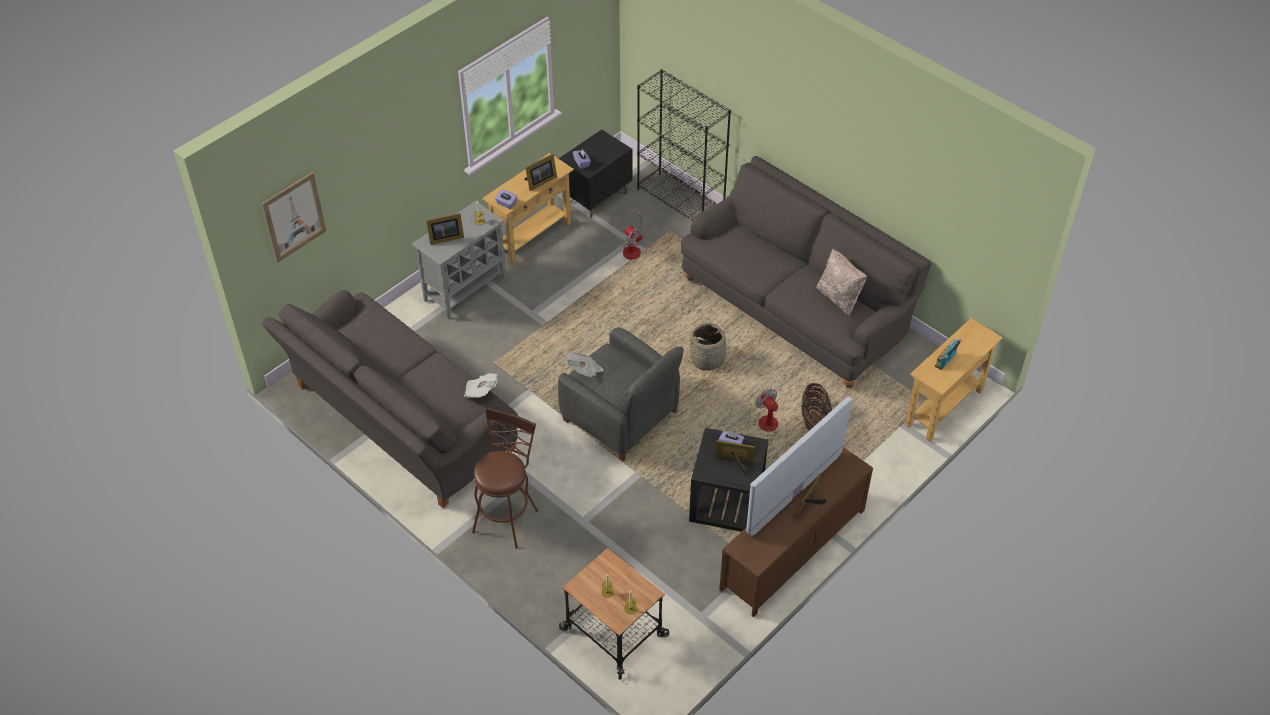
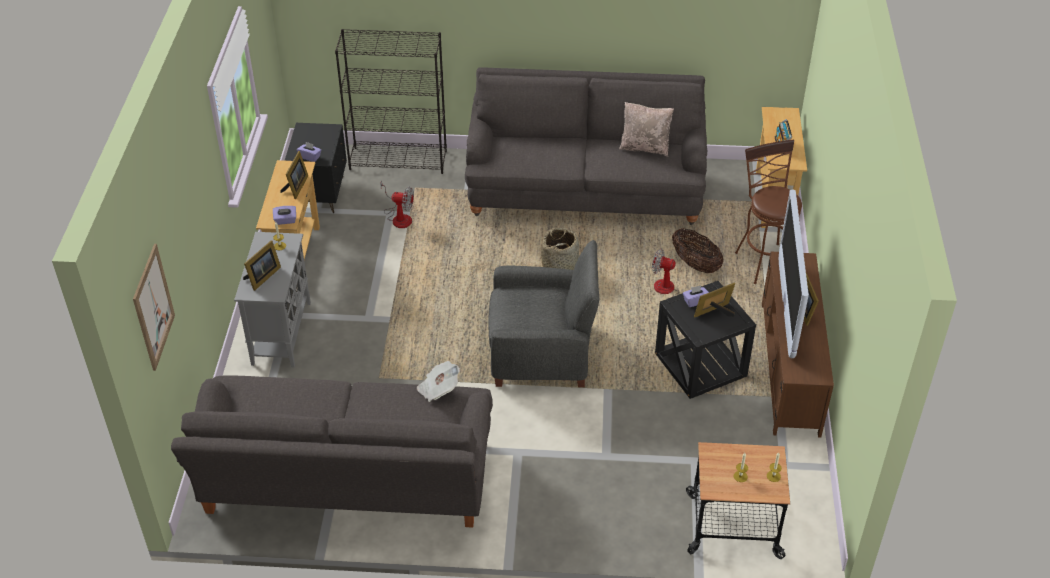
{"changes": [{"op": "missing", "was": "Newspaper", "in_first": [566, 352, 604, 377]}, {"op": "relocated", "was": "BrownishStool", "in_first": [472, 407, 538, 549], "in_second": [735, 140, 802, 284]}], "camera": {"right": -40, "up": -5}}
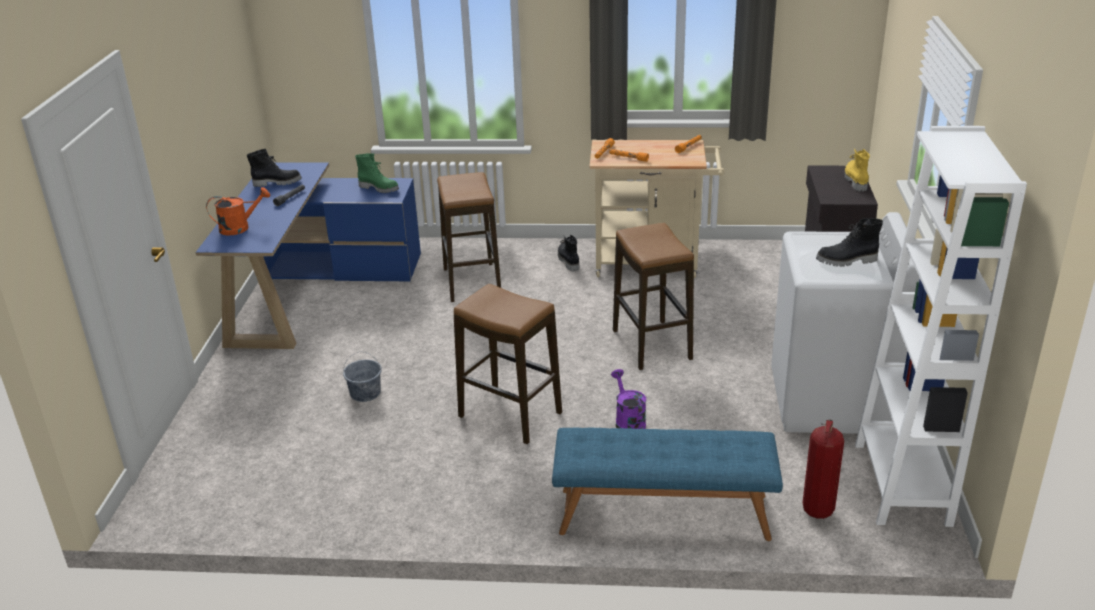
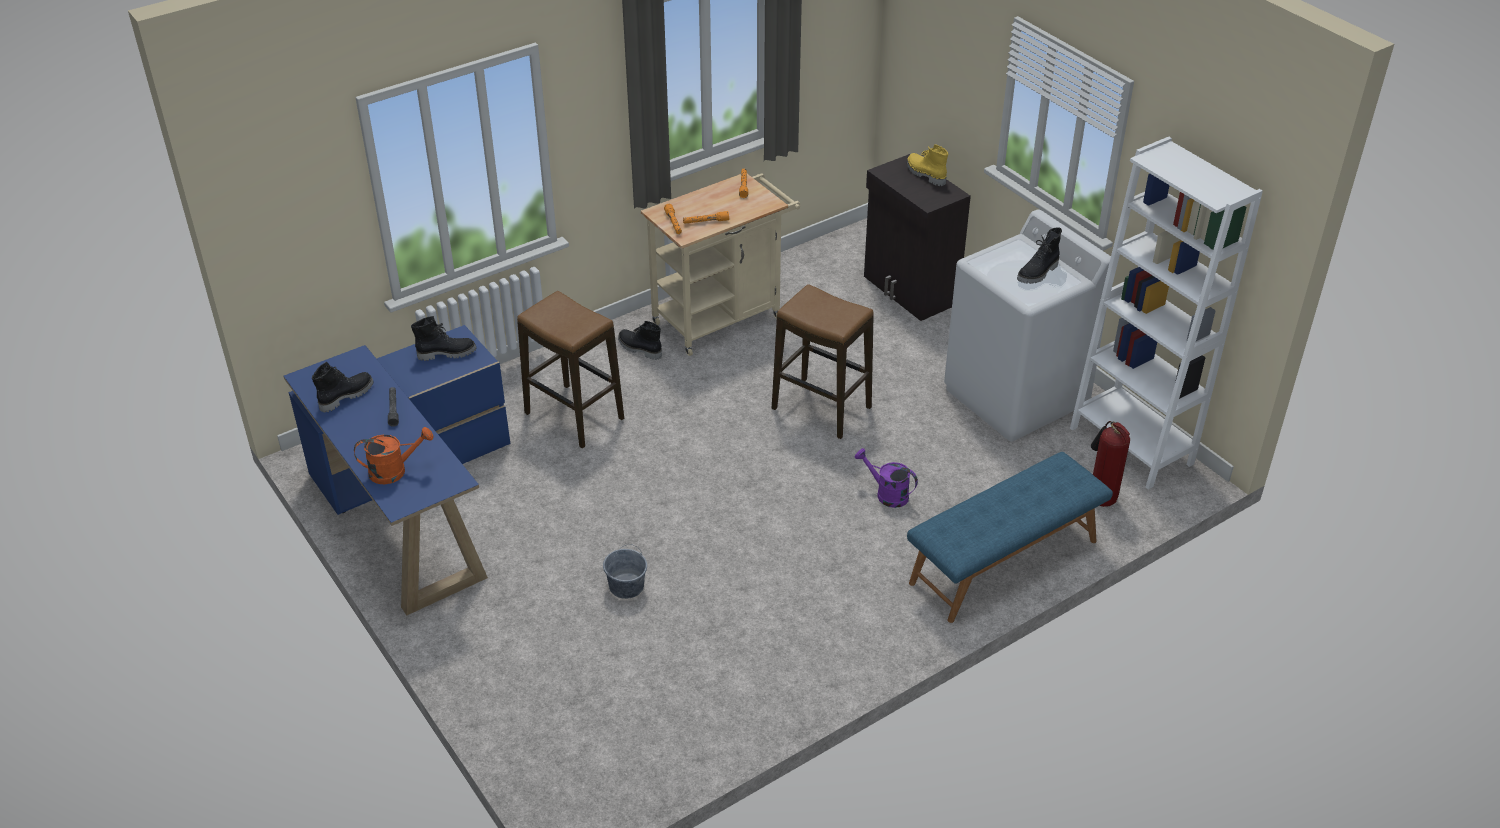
{"changes": [{"op": "missing", "was": "Stool", "in_first": [454, 284, 562, 444]}, {"op": "colour", "was": "GreenColouredBoot", "now": "BlackBoot", "in_first": [355, 153, 399, 193], "in_second": [411, 316, 477, 361]}, {"op": "spun", "was": "OrangeWateringCan", "in_first": [206, 187, 270, 235], "in_second": [354, 427, 433, 484], "clockwise": 45}], "camera": {"right": -40, "up": 10}}
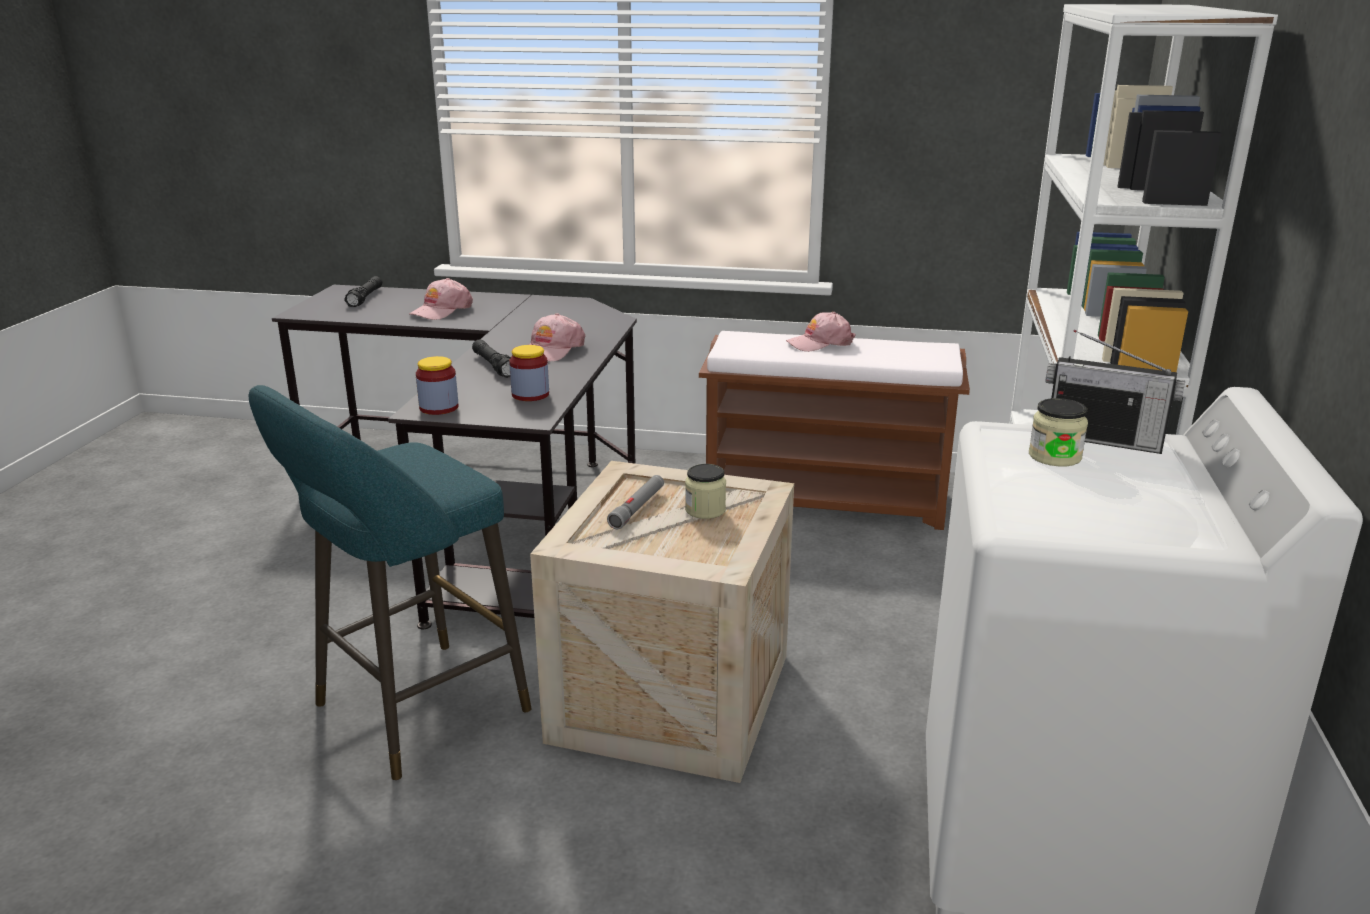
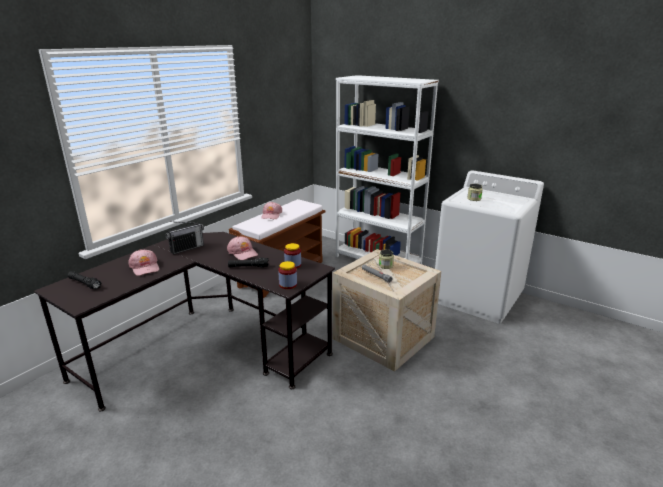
{"changes": [{"op": "missing", "was": "BlueGreenStool", "in_first": [248, 385, 532, 780]}, {"op": "relocated", "was": "Radio", "in_first": [1046, 330, 1185, 454], "in_second": [166, 221, 204, 254]}], "camera": {"right": -65, "up": 0}}
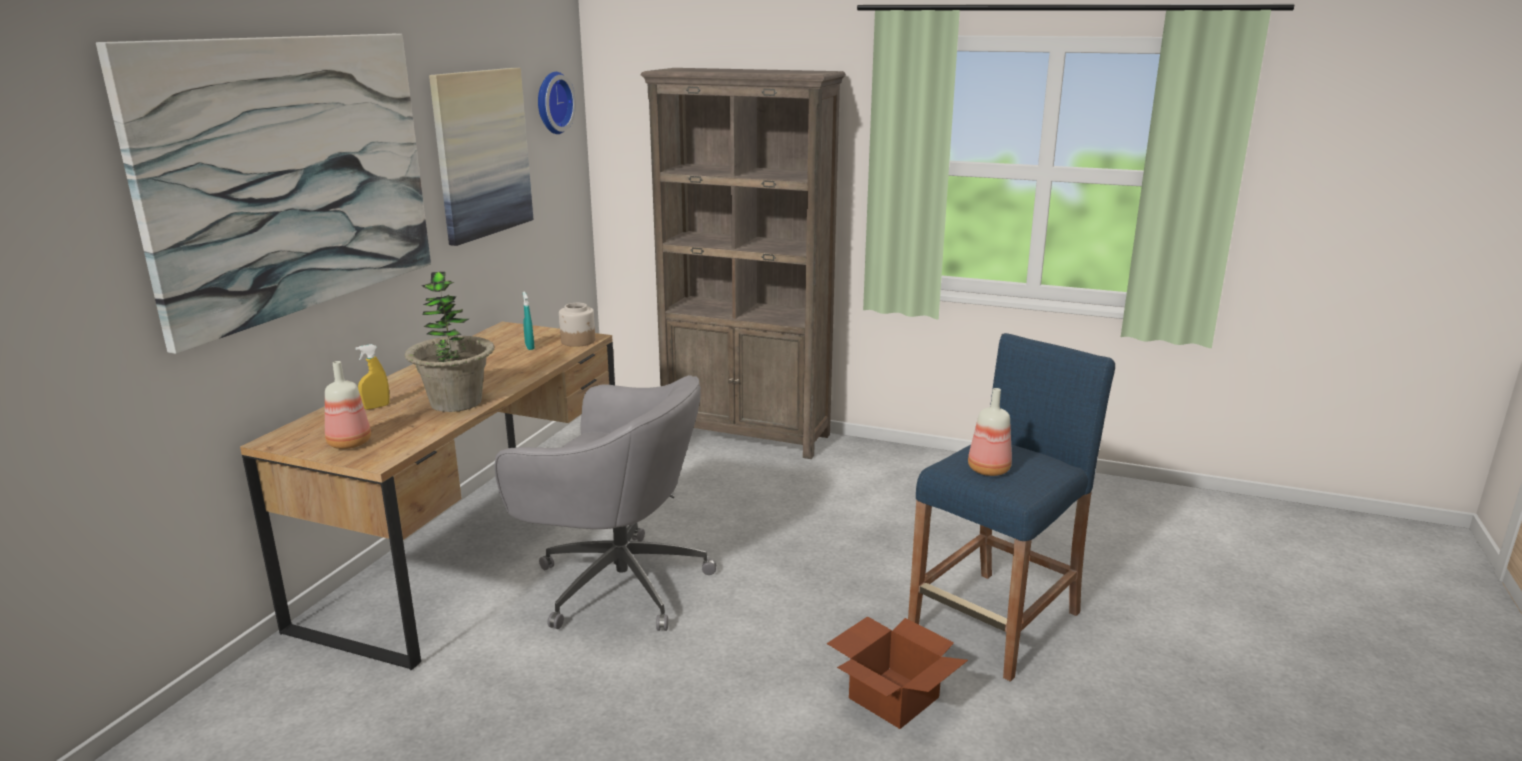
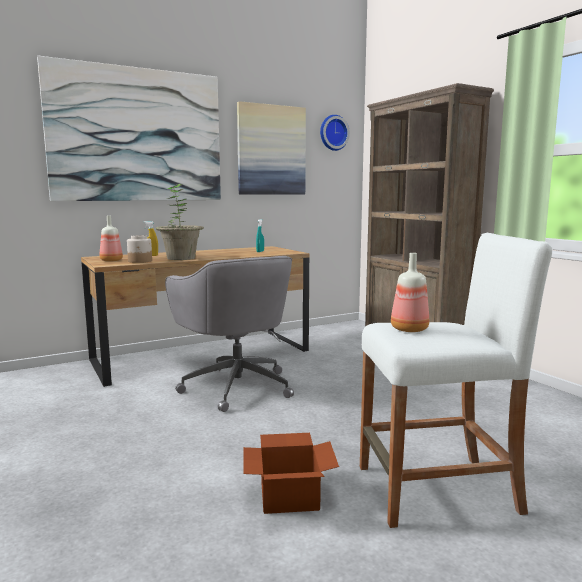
{"changes": [{"op": "relocated", "was": "StorageJar", "in_first": [559, 303, 595, 347], "in_second": [127, 235, 152, 263]}, {"op": "colour", "was": "BluishStool", "now": "WhitishStool", "in_first": [908, 333, 1115, 682], "in_second": [360, 233, 552, 528]}], "camera": {"right": 40, "up": -10}}
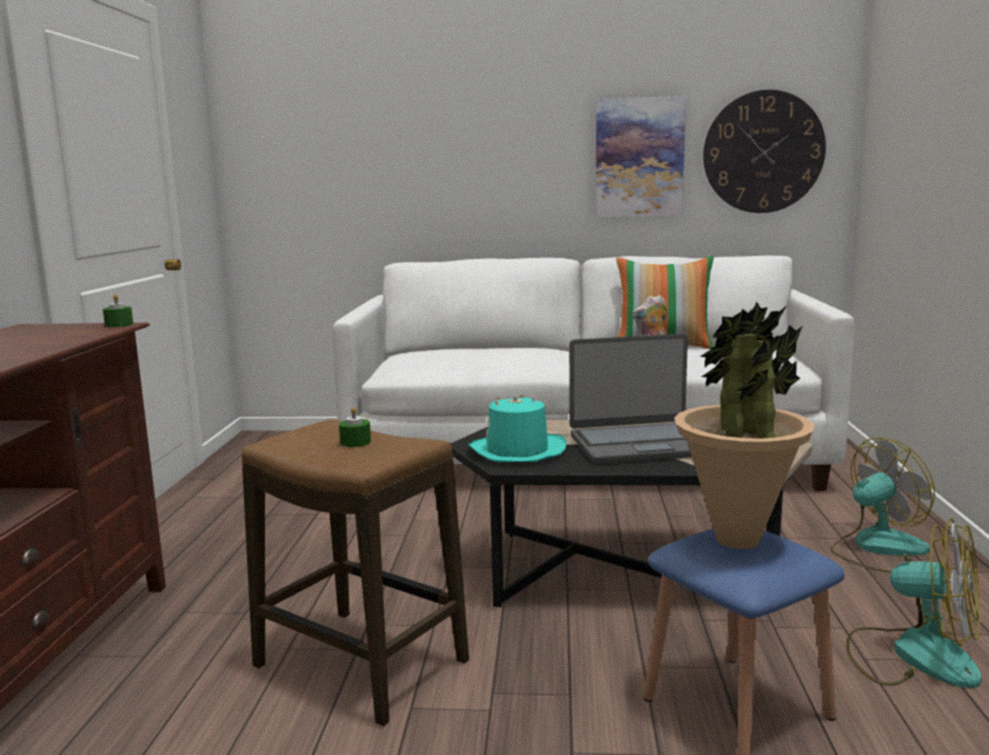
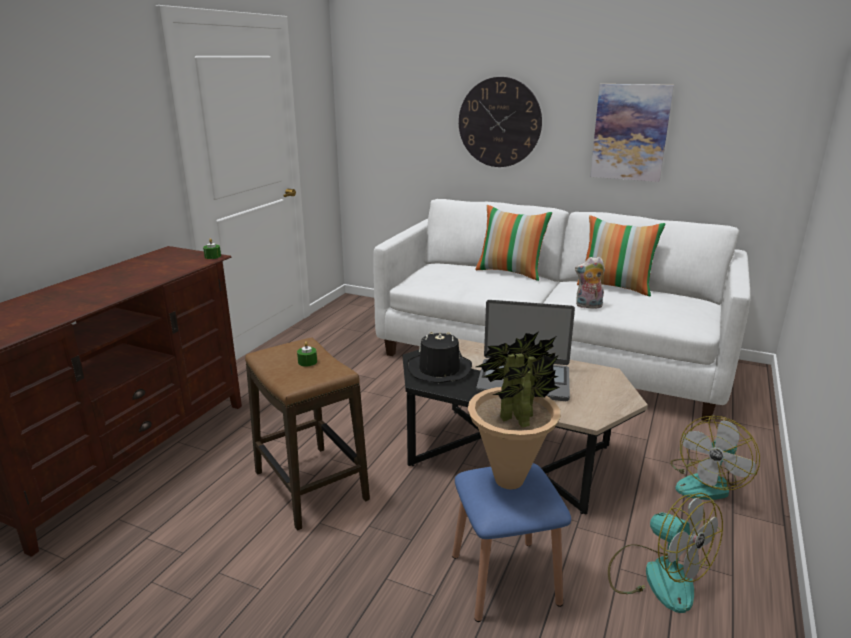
{"changes": [{"op": "appeared", "now": "ThrowPillow", "in_second": [475, 205, 552, 281]}, {"op": "relocated", "was": "HangingClock", "in_first": [703, 90, 826, 213], "in_second": [459, 77, 542, 167]}, {"op": "colour", "was": "BlueGreenClothingHat", "now": "BlackClothingHat", "in_first": [468, 392, 566, 462], "in_second": [407, 332, 472, 383]}, {"op": "spun", "was": "CoolingFan", "in_first": [830, 438, 935, 573], "in_second": [670, 416, 760, 500], "clockwise": 135}], "camera": {"right": 20, "up": 10}}
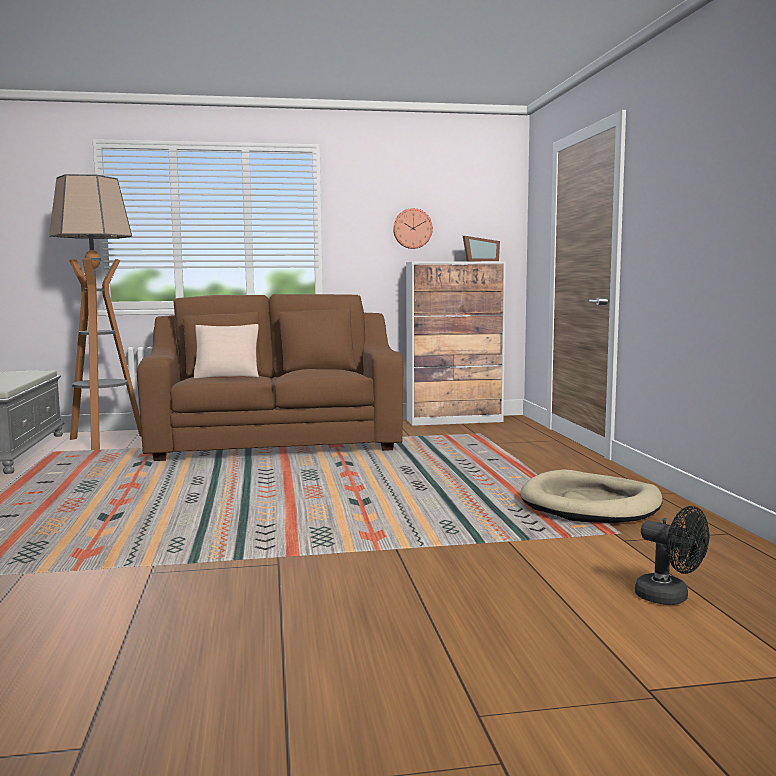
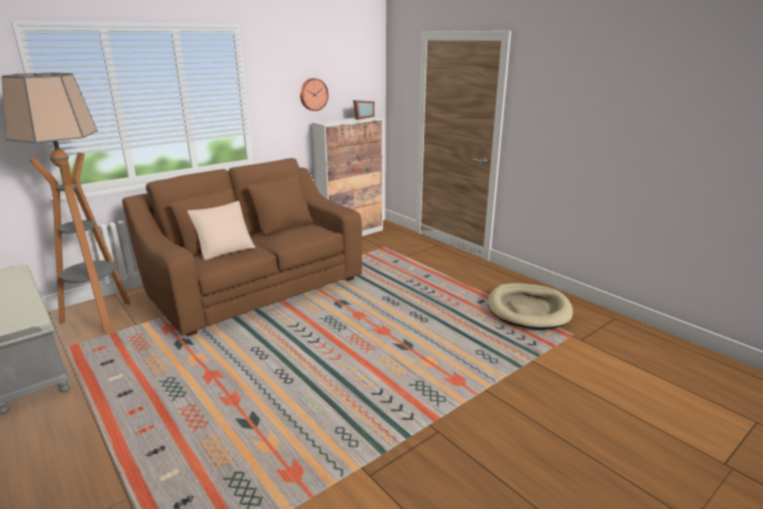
{"changes": [{"op": "missing", "was": "BlackCoolingFan", "in_first": [635, 506, 709, 605]}], "camera": {"right": -30, "up": 15}}
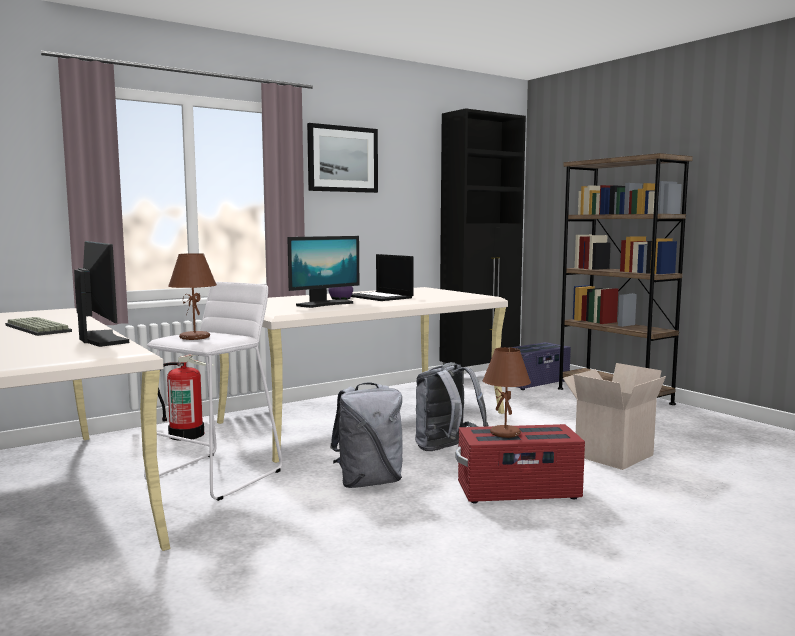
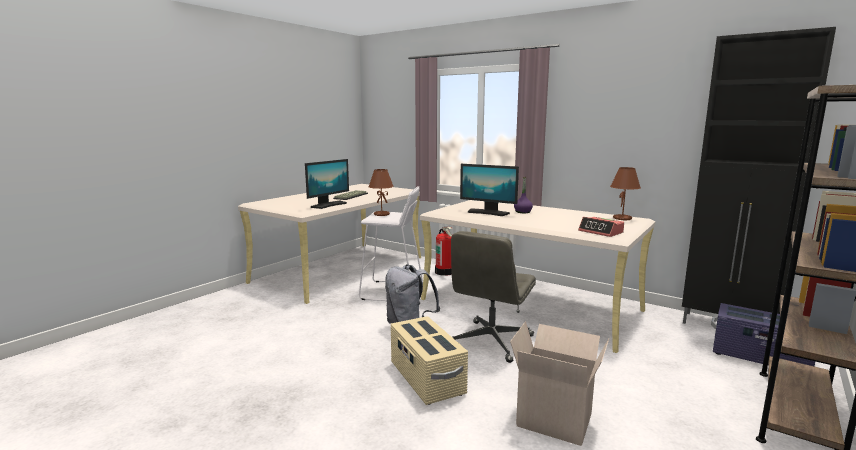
{"changes": [{"op": "missing", "was": "WallPicture", "in_first": [307, 123, 378, 193]}, {"op": "missing", "was": "NotebookComputer", "in_first": [351, 254, 414, 301]}, {"op": "appeared", "now": "BedsideClock", "in_second": [578, 217, 624, 237]}, {"op": "relocated", "was": "BrownishLampForATable", "in_first": [483, 347, 531, 438], "in_second": [610, 167, 641, 220]}, {"op": "exchanged", "was": "GreyishBackpack", "now": "GreyishComputerChair", "in_first": [415, 362, 489, 451], "in_second": [451, 231, 536, 363]}, {"op": "colour", "was": "RedStorageBin", "now": "BeigeColouredStorageBin", "in_first": [455, 424, 585, 503], "in_second": [391, 316, 468, 405]}], "camera": {"right": 70, "up": 5}}
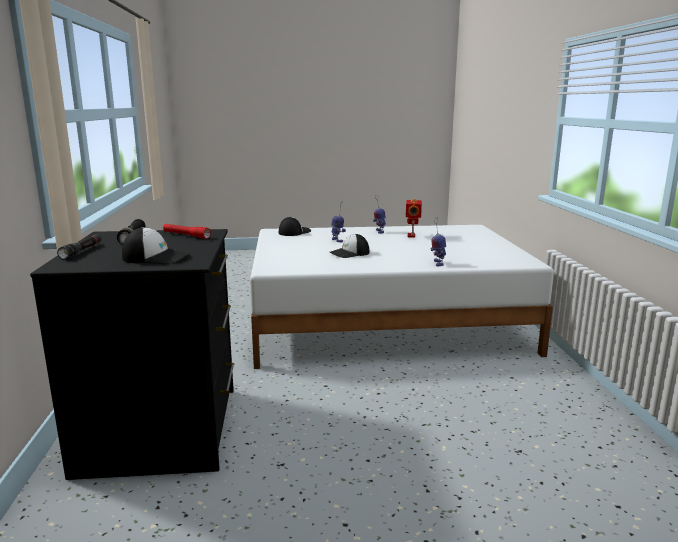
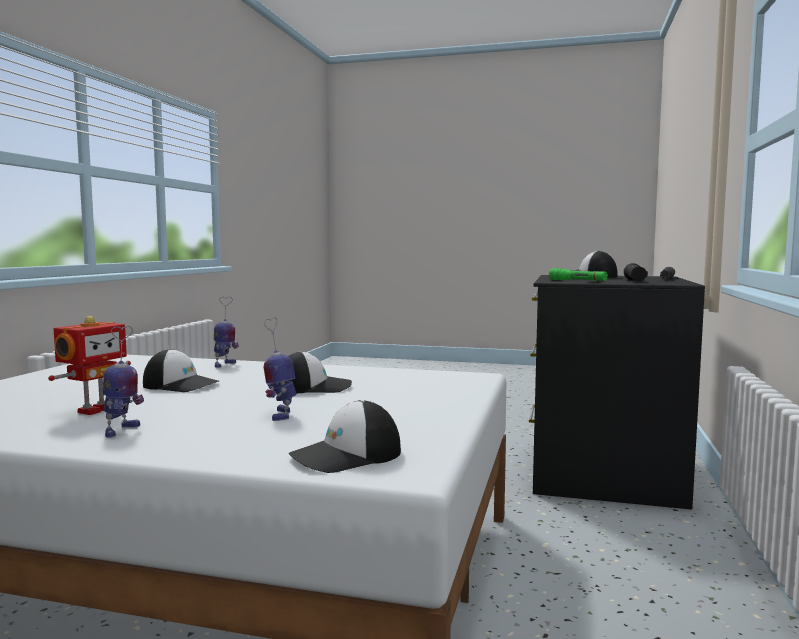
{"changes": [{"op": "appeared", "now": "Cap", "in_second": [143, 349, 219, 392]}, {"op": "colour", "was": "RedFlashlight", "now": "GreenColouredFlashlight", "in_first": [163, 224, 211, 239], "in_second": [549, 268, 608, 281]}], "camera": {"right": -160, "up": -10}}
